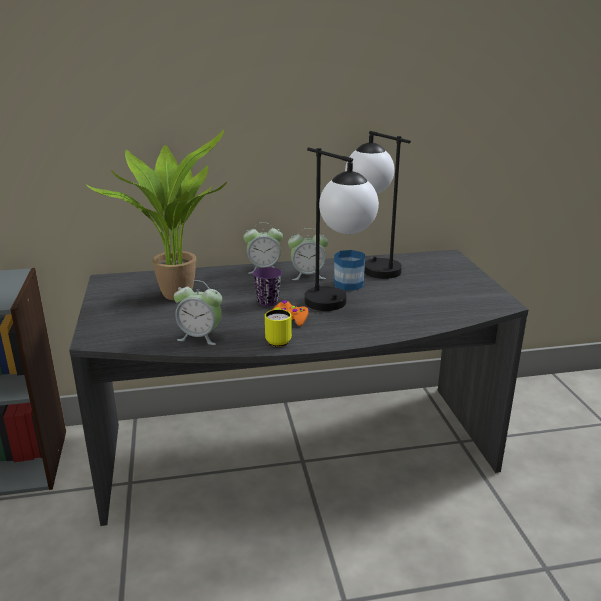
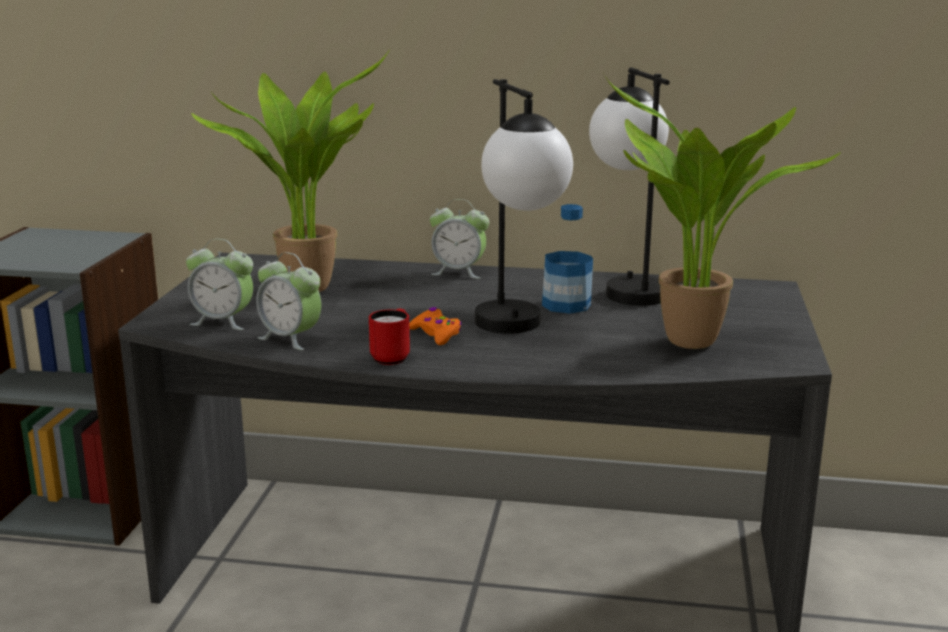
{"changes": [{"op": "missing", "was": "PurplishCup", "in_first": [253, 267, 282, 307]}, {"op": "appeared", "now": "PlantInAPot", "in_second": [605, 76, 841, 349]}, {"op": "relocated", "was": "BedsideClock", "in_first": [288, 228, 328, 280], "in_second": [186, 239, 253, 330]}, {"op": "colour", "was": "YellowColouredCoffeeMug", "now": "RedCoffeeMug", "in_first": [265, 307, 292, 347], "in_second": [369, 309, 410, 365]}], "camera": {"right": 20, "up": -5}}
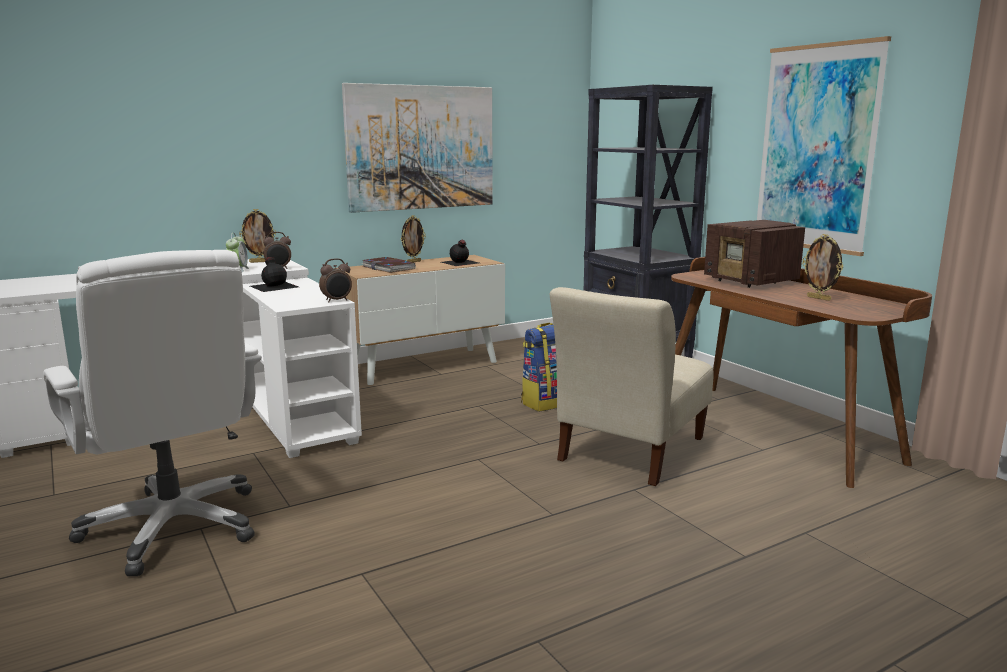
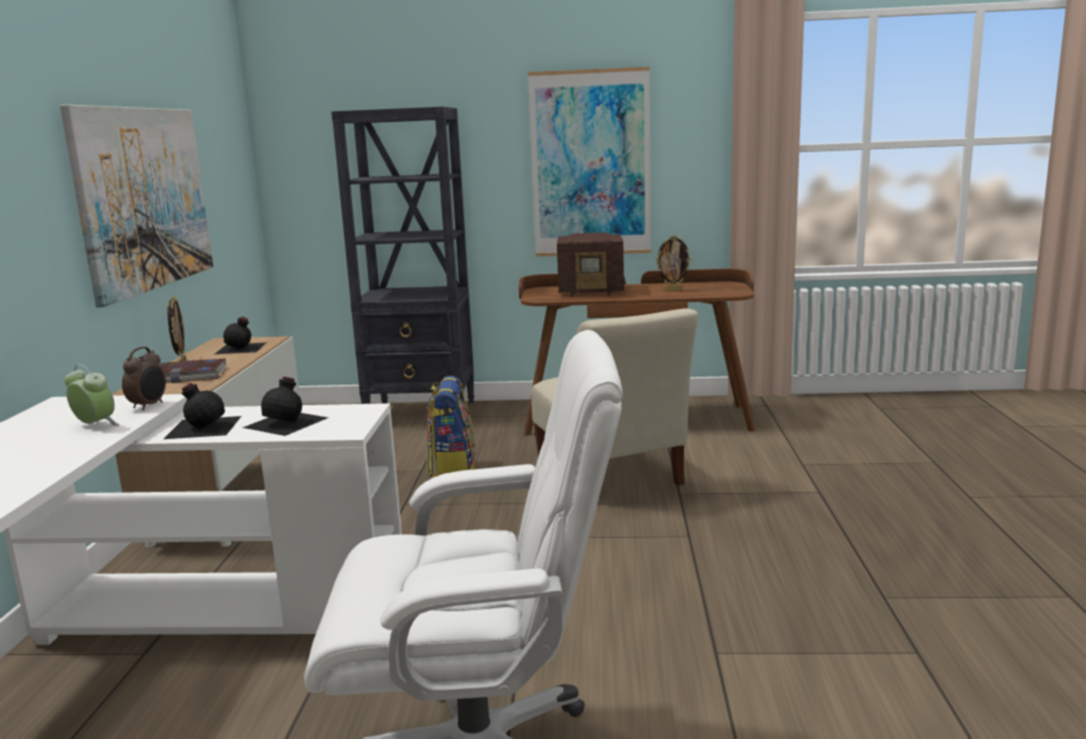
{"changes": [{"op": "missing", "was": "PhotoFrame", "in_first": [239, 209, 276, 263]}, {"op": "missing", "was": "BedsideClock", "in_first": [319, 258, 352, 302]}, {"op": "appeared", "now": "BlackBottle", "in_second": [242, 376, 328, 436]}], "camera": {"right": -55, "up": 0}}
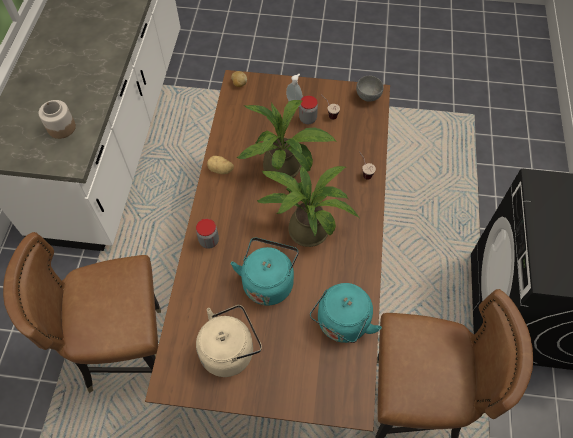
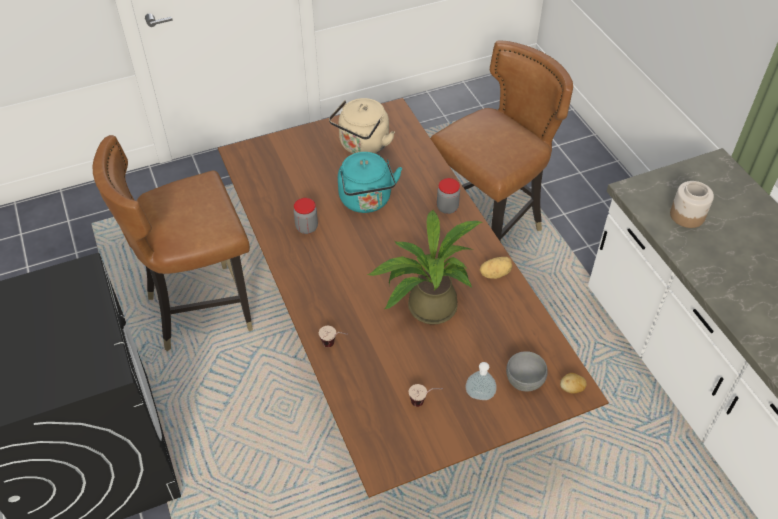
{"changes": [{"op": "missing", "was": "PlantInAPot", "in_first": [256, 166, 359, 247]}, {"op": "missing", "was": "BlueGreenWaterKettle", "in_first": [310, 283, 382, 343]}, {"op": "relocated", "was": "StorageJar", "in_first": [299, 96, 318, 124], "in_second": [294, 198, 318, 234]}, {"op": "relocated", "was": "GreyishServingBowl", "in_first": [356, 76, 384, 102], "in_second": [506, 351, 548, 391]}], "camera": {"right": 150, "up": -10}}
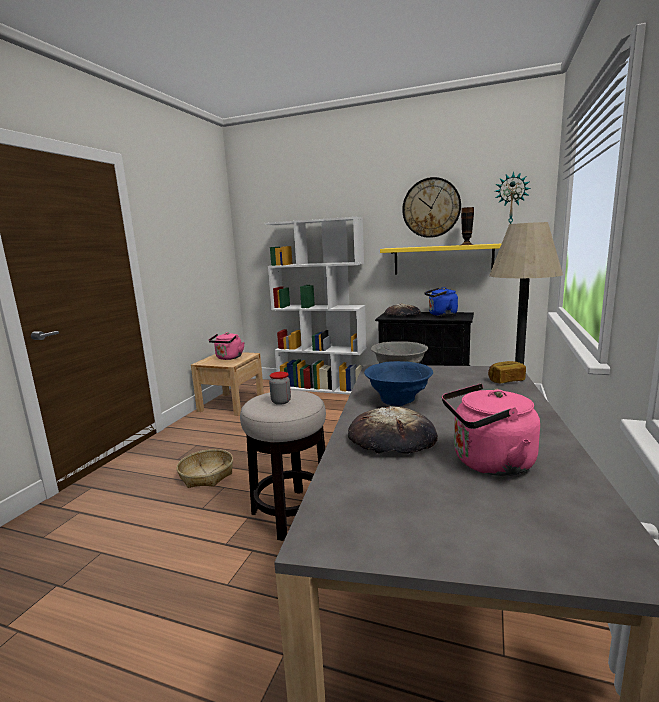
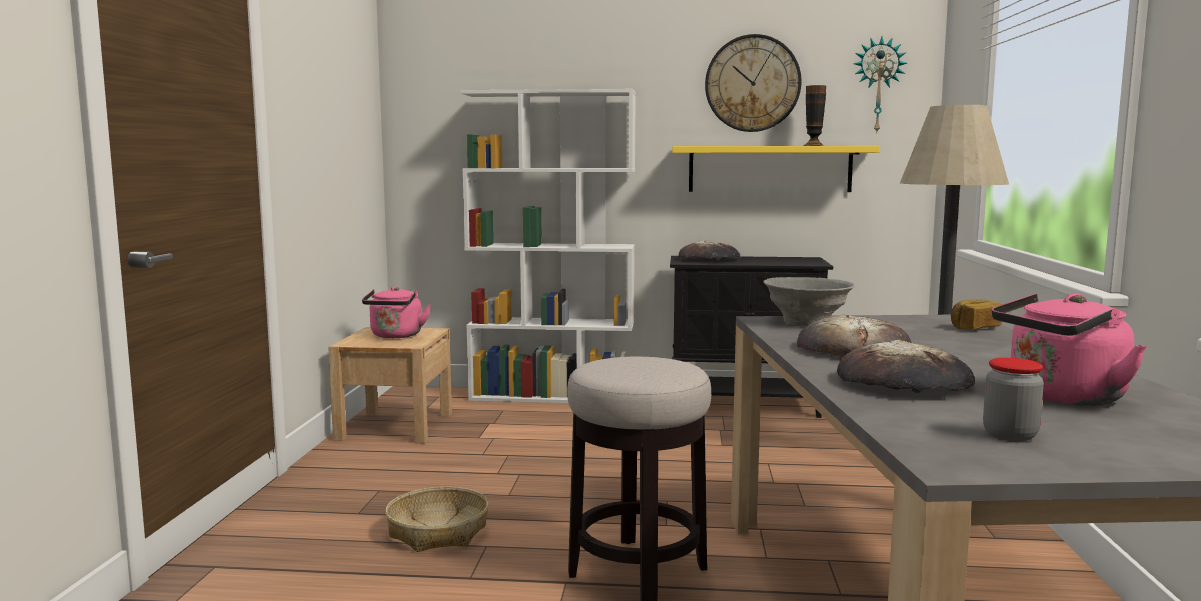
{"changes": [{"op": "missing", "was": "BluishWaterKettle", "in_first": [424, 287, 458, 316]}, {"op": "relocated", "was": "StorageJar", "in_first": [269, 372, 291, 405], "in_second": [983, 358, 1044, 441]}, {"op": "exchanged", "was": "BluishServingBowl", "now": "Bread", "in_first": [364, 361, 433, 406], "in_second": [797, 315, 912, 358]}], "camera": {"right": -15, "up": -5}}
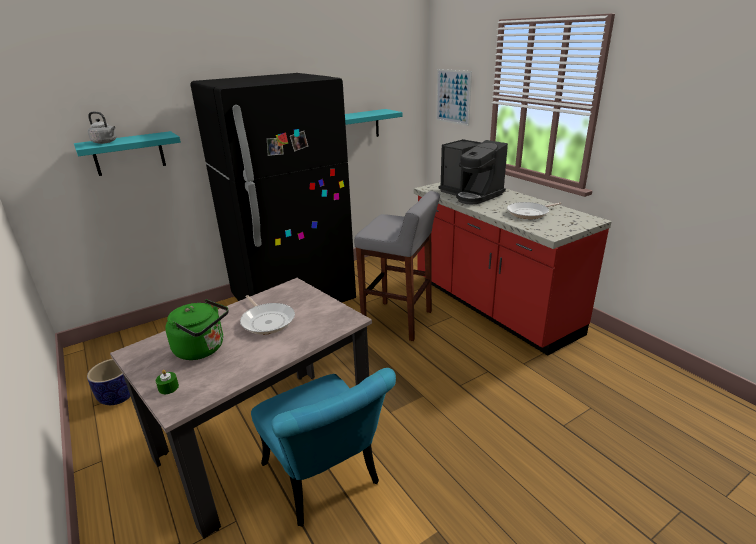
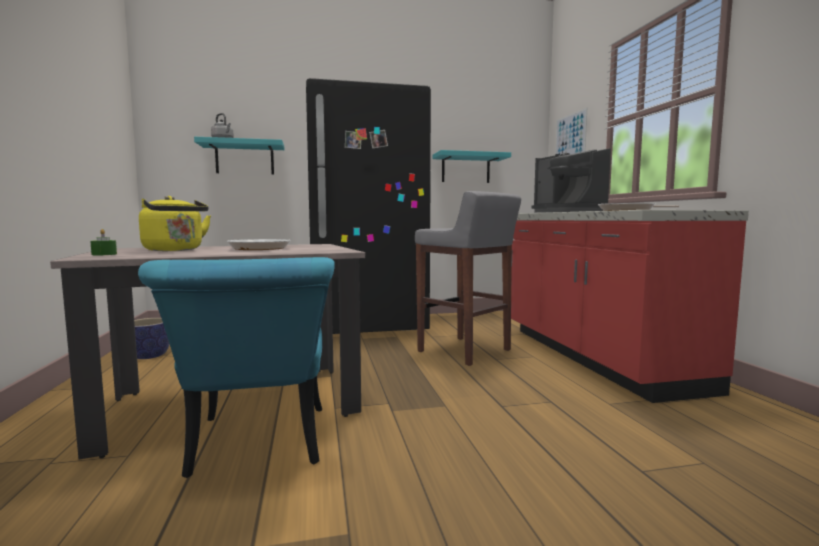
{"changes": [{"op": "colour", "was": "GreenColouredWaterKettle", "now": "YellowColouredWaterKettle", "in_first": [165, 299, 229, 360], "in_second": [139, 196, 211, 251]}], "camera": {"right": 20, "up": -20}}
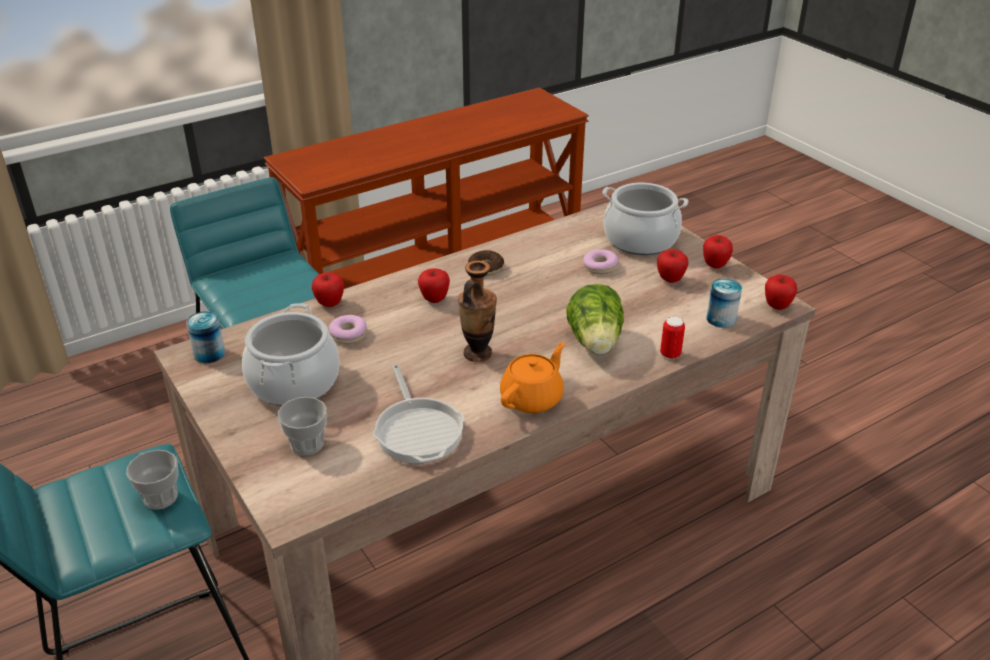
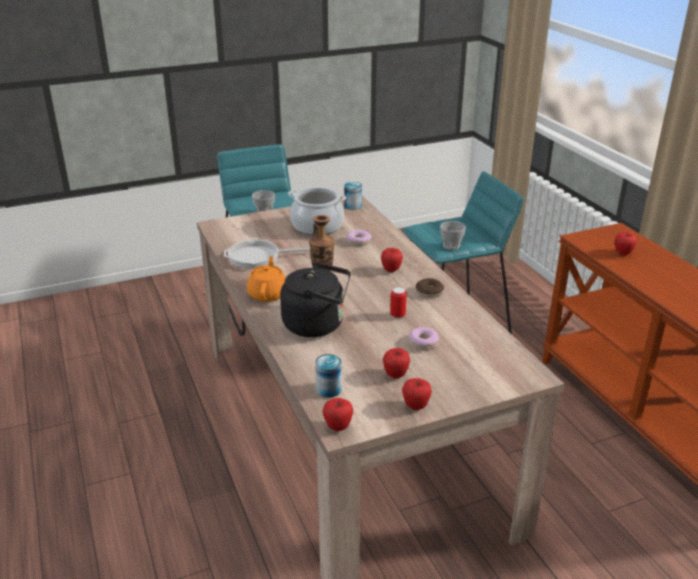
{"changes": [{"op": "missing", "was": "Saucepot", "in_first": [602, 183, 688, 255]}, {"op": "relocated", "was": "Cup", "in_first": [278, 397, 327, 456], "in_second": [440, 221, 466, 250]}, {"op": "relocated", "was": "WholeApple", "in_first": [312, 272, 344, 307], "in_second": [615, 232, 637, 255]}, {"op": "relocated", "was": "SealedCan", "in_first": [660, 317, 685, 359], "in_second": [390, 287, 407, 318]}, {"op": "exchanged", "was": "Lettuce", "now": "BlackWaterKettle", "in_first": [566, 284, 624, 355], "in_second": [280, 262, 351, 337]}, {"op": "spun", "was": "OrangeTeaPot", "in_first": [500, 342, 565, 413], "in_second": [247, 256, 286, 302], "clockwise": -135}], "camera": {"right": 100, "up": -5}}
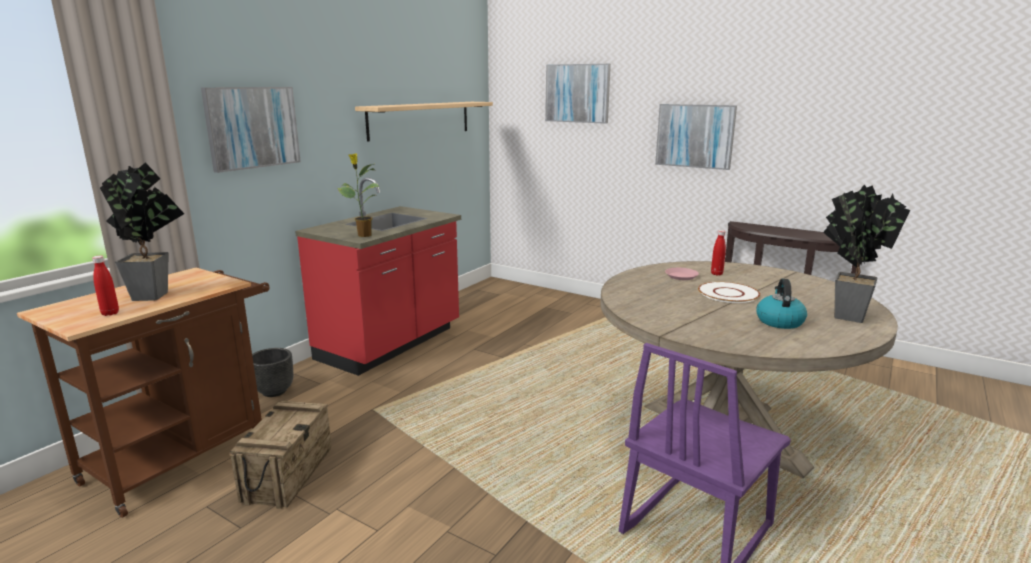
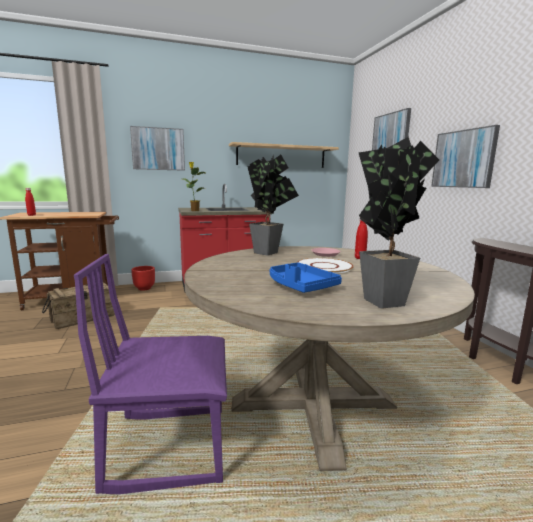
{"changes": [{"op": "relocated", "was": "PlantInAPot", "in_first": [100, 163, 184, 301], "in_second": [248, 154, 299, 256]}, {"op": "exchanged", "was": "WaterKettle", "now": "BluishCarryingTray", "in_first": [756, 278, 807, 329], "in_second": [270, 262, 342, 293]}, {"op": "colour", "was": "BlackPlanter", "now": "RedPlanter", "in_first": [252, 348, 293, 397], "in_second": [131, 266, 155, 291]}], "camera": {"right": 40, "up": -5}}
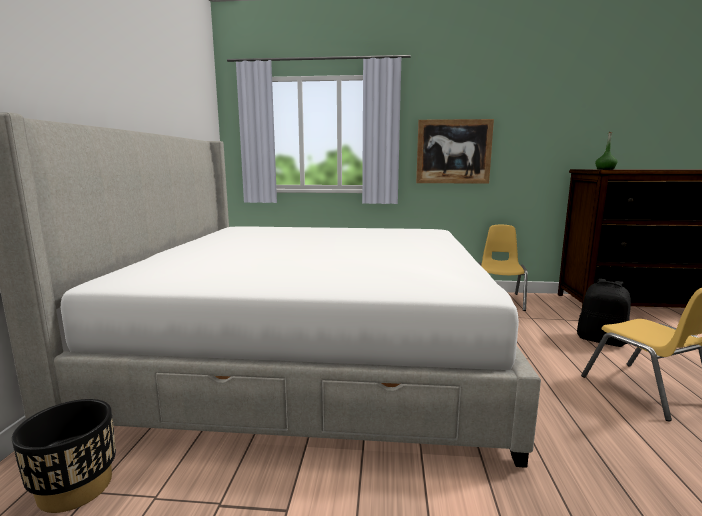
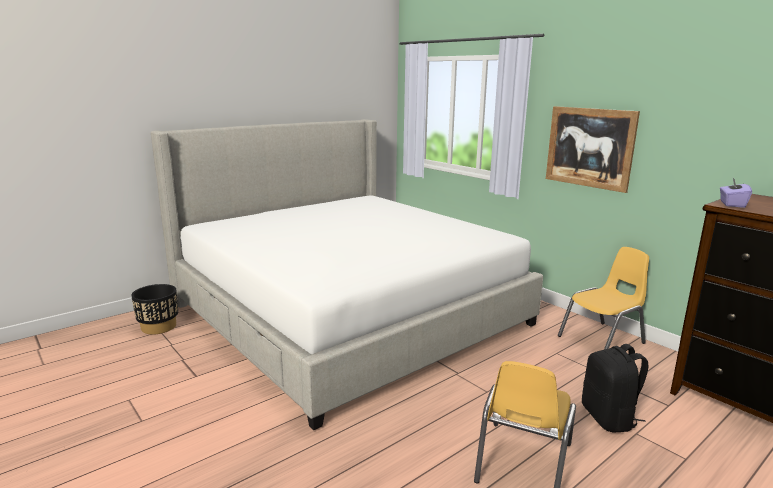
{"changes": [{"op": "exchanged", "was": "GreenColouredBottle", "now": "PurplishTissueHolder", "in_first": [595, 132, 618, 170], "in_second": [720, 178, 752, 208]}], "camera": {"right": 45, "up": 5}}
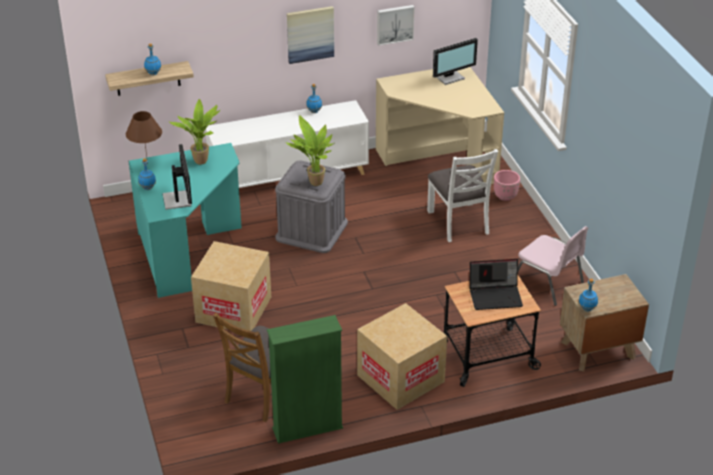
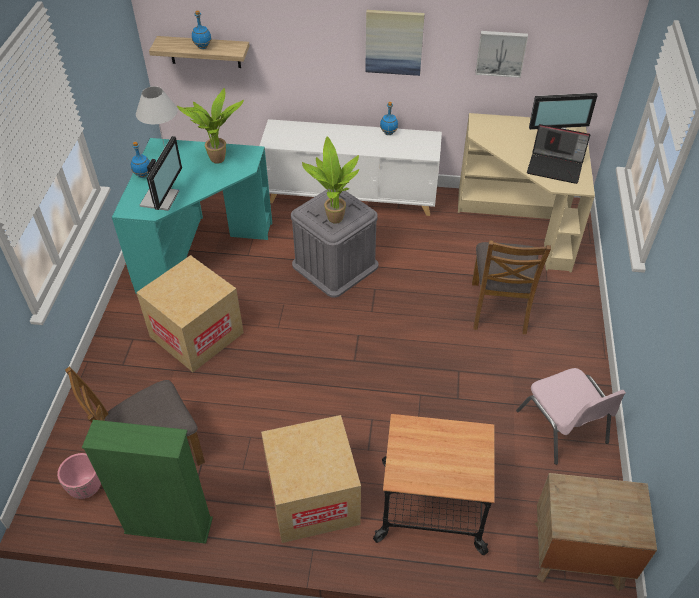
{"changes": [{"op": "missing", "was": "BluishBottle", "in_first": [579, 279, 598, 311]}, {"op": "relocated", "was": "NotebookComputer", "in_first": [470, 259, 523, 310], "in_second": [527, 124, 590, 184]}, {"op": "relocated", "was": "PinkPlanter", "in_first": [494, 170, 520, 201], "in_second": [57, 453, 101, 499]}, {"op": "colour", "was": "BrownishLampForATable", "now": "WhitishLampForATable", "in_first": [126, 111, 162, 164], "in_second": [136, 86, 178, 148]}, {"op": "colour", "was": "WhitishUprightChair", "now": "BrownishUprightChair", "in_first": [427, 149, 498, 242], "in_second": [472, 240, 551, 334]}], "camera": {"right": 25, "up": 10}}
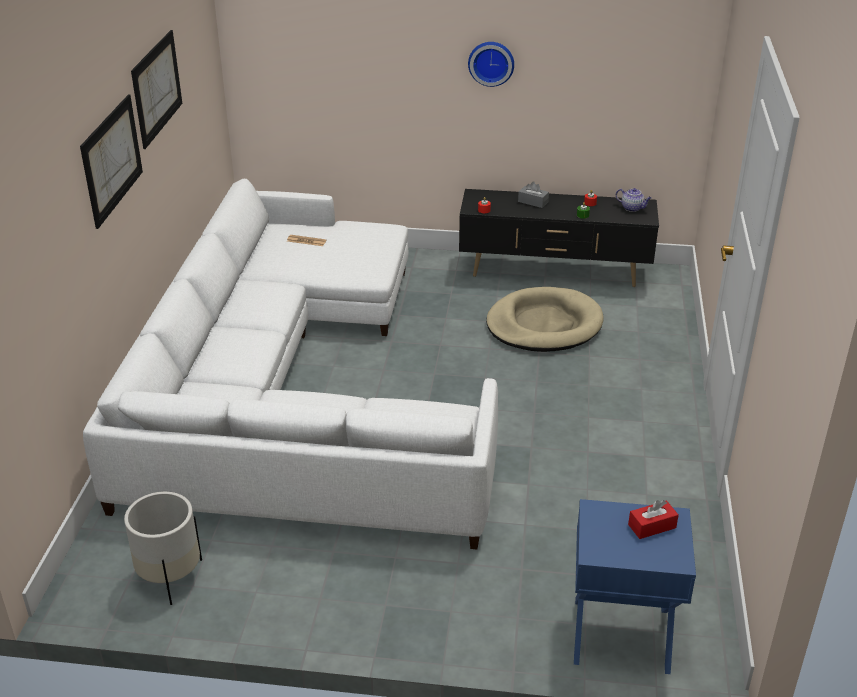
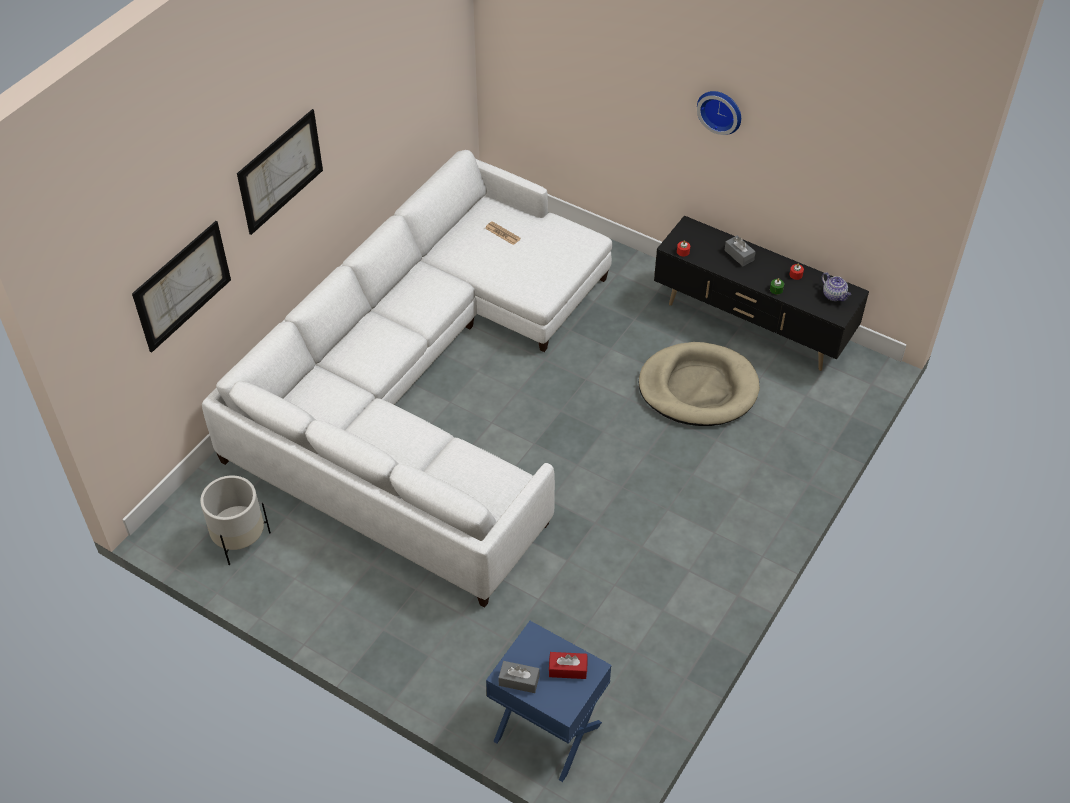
{"changes": [{"op": "appeared", "now": "GreyishTissueHolder", "in_second": [498, 661, 540, 693]}, {"op": "relocated", "was": "WallPicture", "in_first": [131, 30, 182, 149], "in_second": [132, 221, 231, 353]}], "camera": {"right": 25, "up": 15}}
